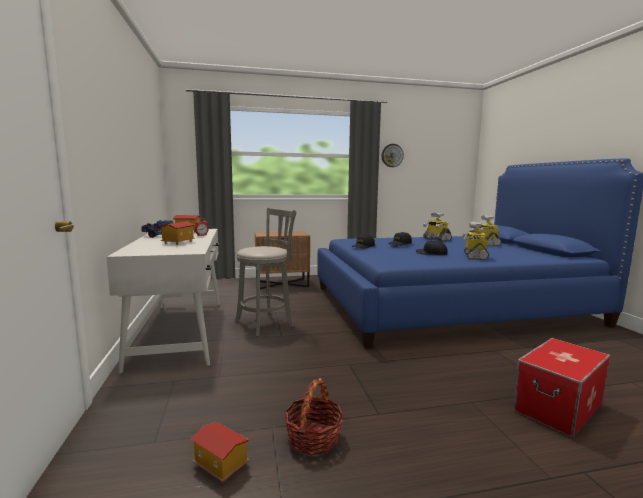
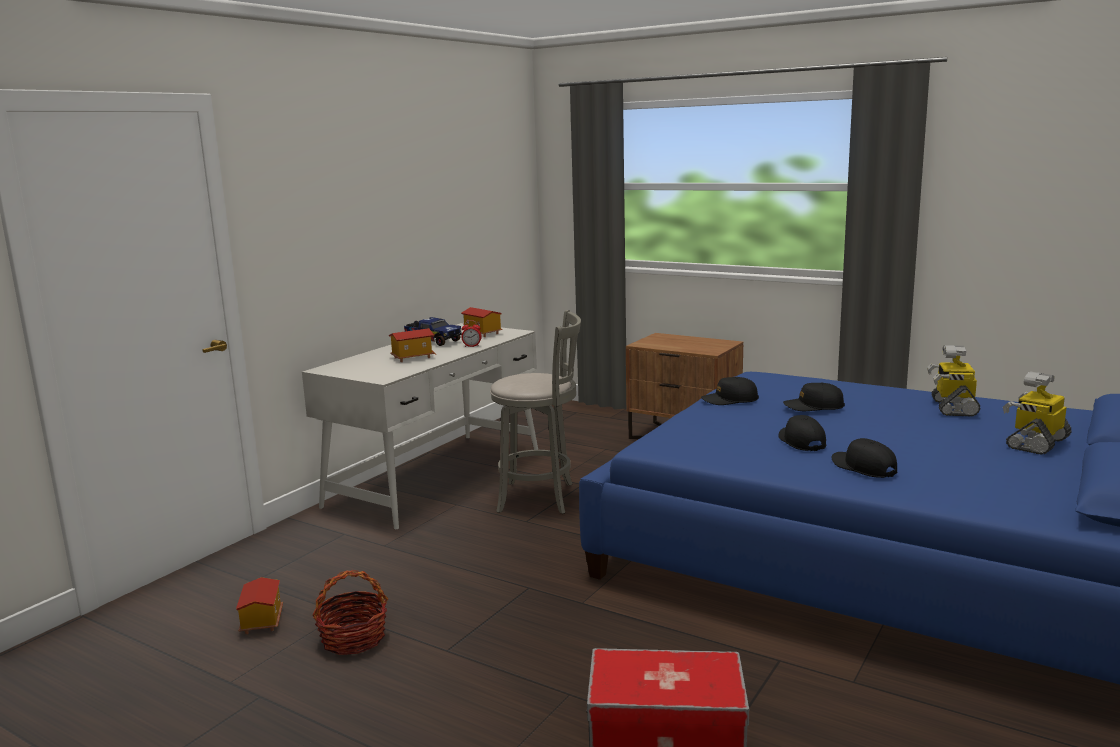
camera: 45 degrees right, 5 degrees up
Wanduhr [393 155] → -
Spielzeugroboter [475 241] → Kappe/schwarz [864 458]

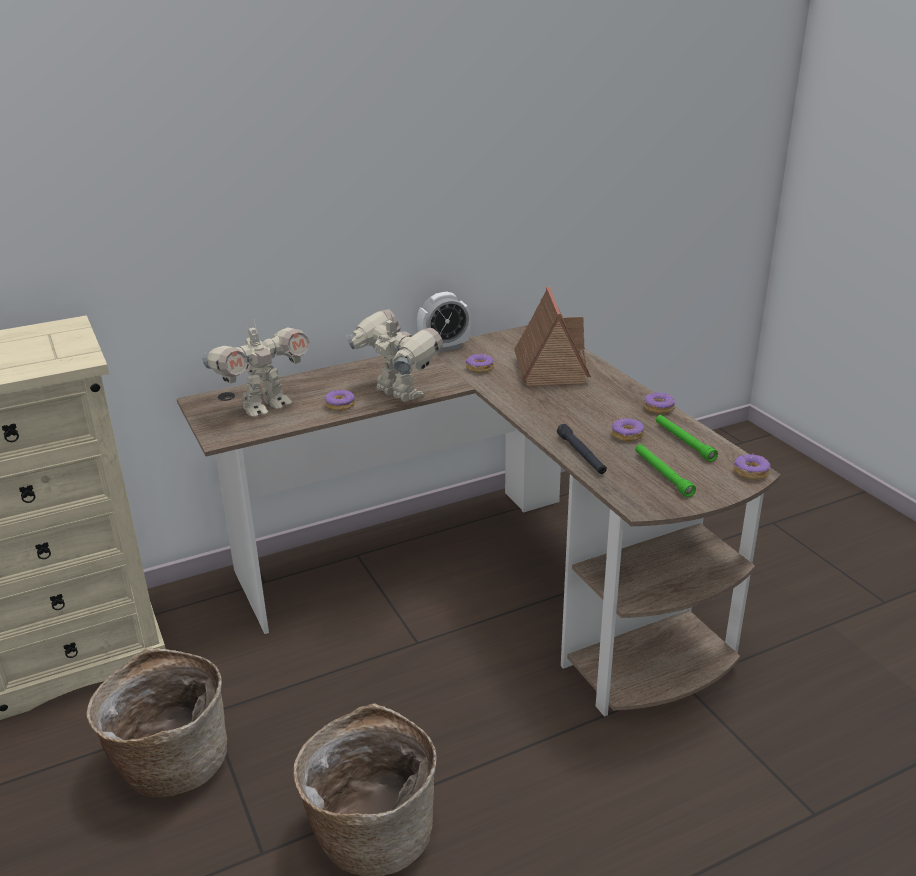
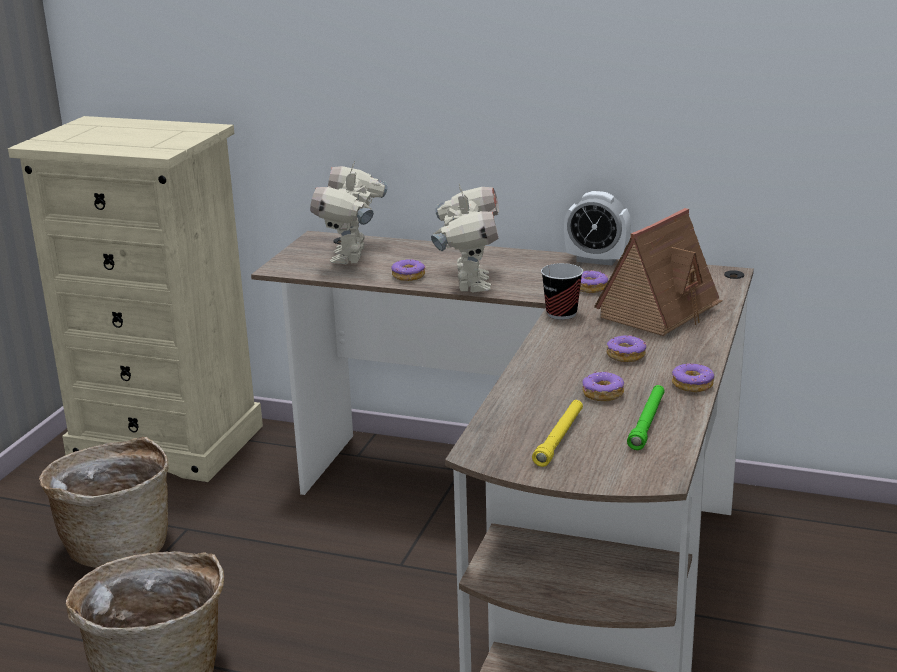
camera: 45 degrees right, 5 degrees down
Spielzeugroboter [256 368] → Spielzeugroboter [349 212], 90 degrees clockwise
Taschenlampe/schwarz [582 449] → -
Taschenlampe/grün [665 470] → Taschenlampe/gelb [557 433]
Donut [752 466] → Donut [626 348], move
- → Tasse [562 291]

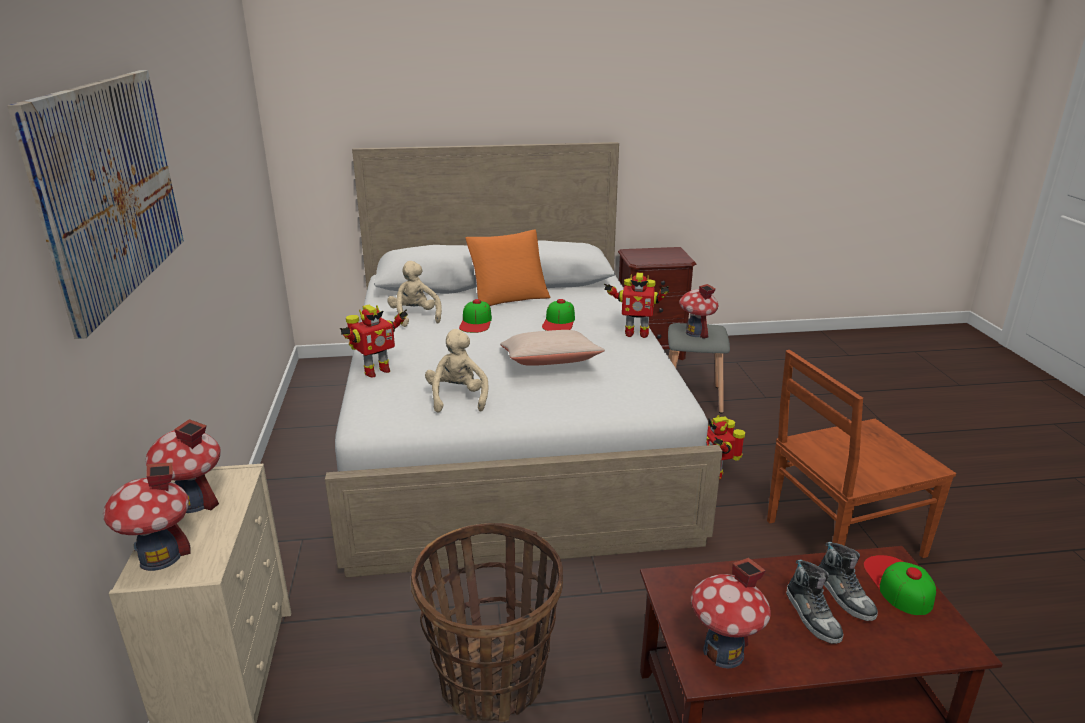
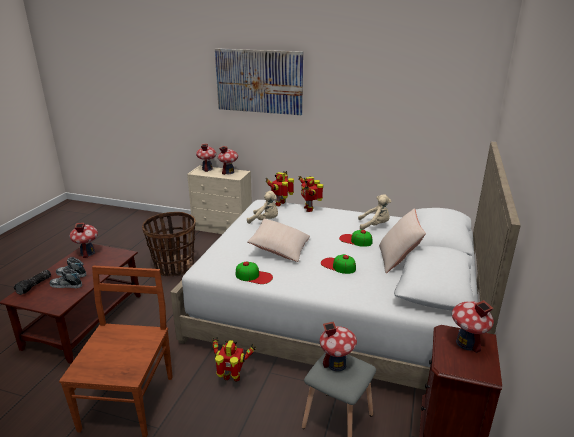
camera: 115 degrees right, 0 degrees up
Kissen/orange [508 268] → Kissen/beige [402 241]
Spielzeugroboter [636 305] → Spielzeugroboter [279 188], move
Kappe [900 585] → Kappe [254 273], move
- → Taschenlampe [32 282]
- → Spielzeughaus [473 326]

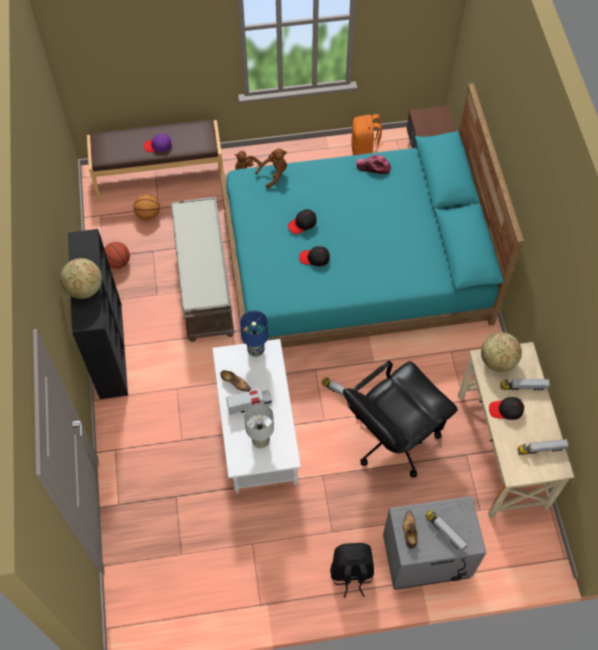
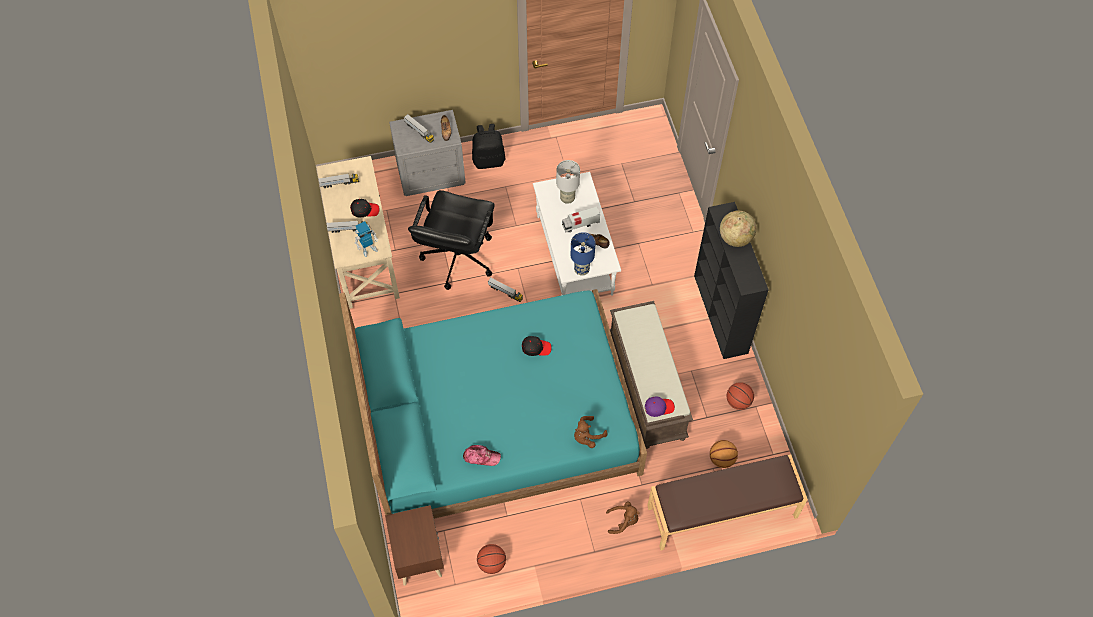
camera: 175 degrees right, 0 degrees up
Kappe/lila [158 143] → Kappe/lila [660 407], move
Kappe/schwarz [302 221] → -
Bürostuhl/schwarz [400 419] → Bürostuhl/schwarz [451 240], 150 degrees clockwise
Rucksack/orange [367 134] → Basketball [491 559]
Globus [501 352] → Spielzeugroboter [366 239]

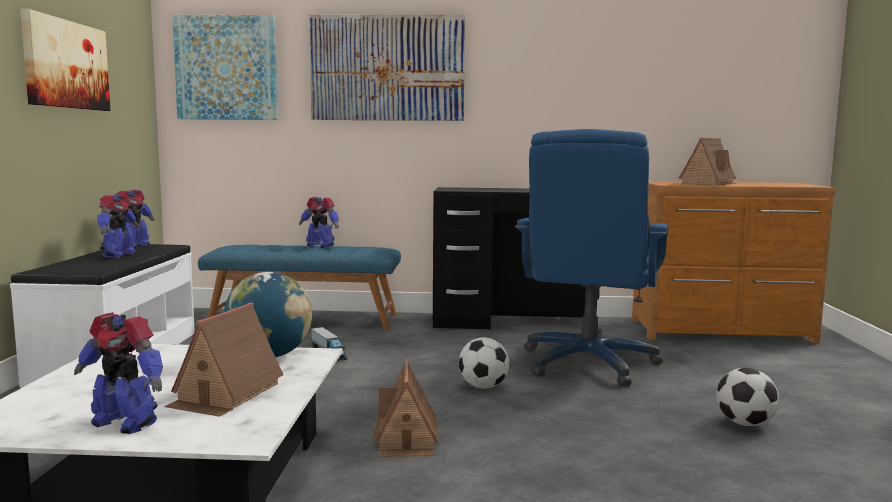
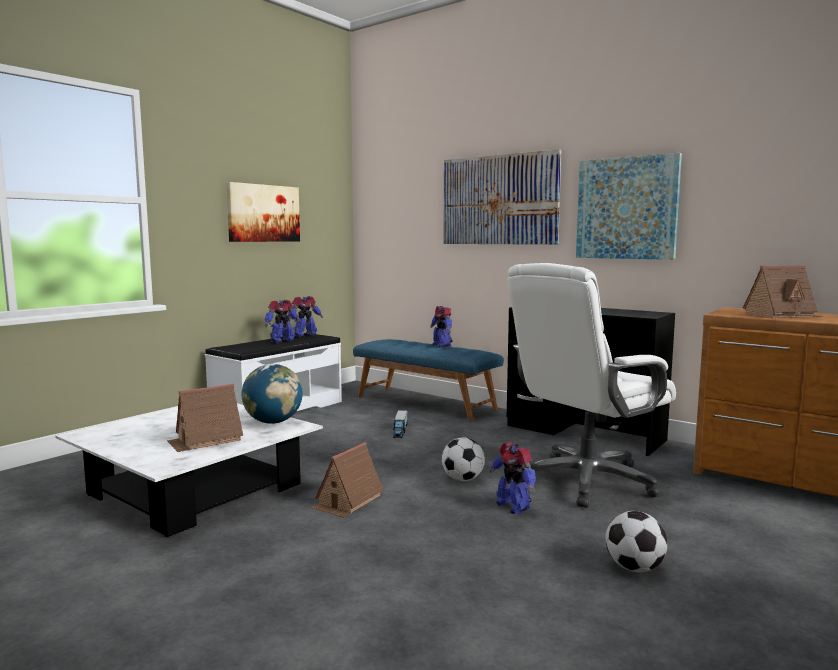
camera: 35 degrees right, 0 degrees up
Spielzeugroboter [118 373] → Spielzeugroboter [513 478], move
Bild [225 67] → Bild [629 206], move
Bürostuhl/blau [591 257] → Bürostuhl/weiß [592 385]

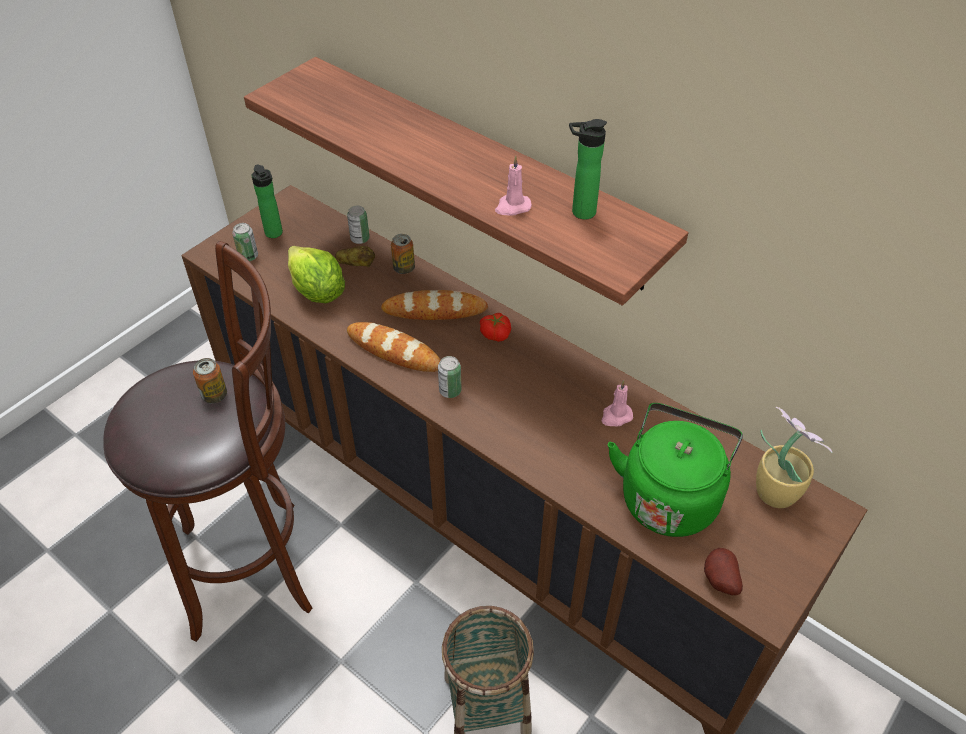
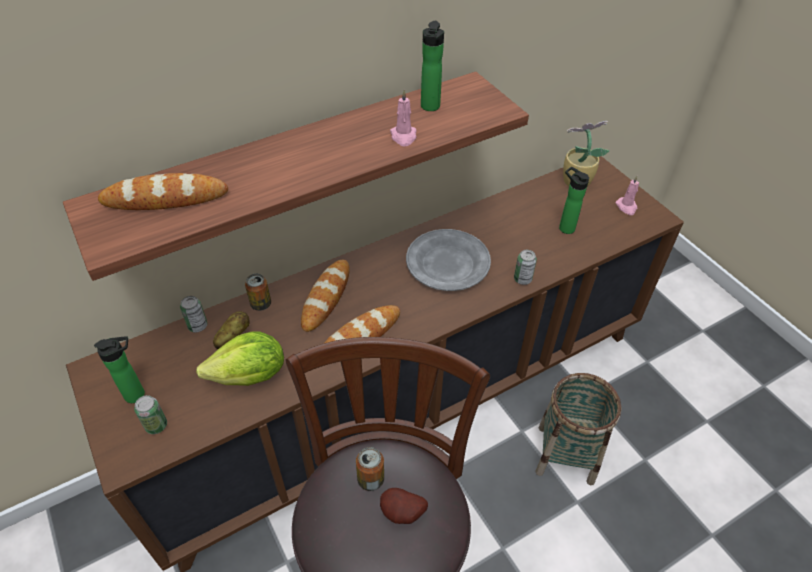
camera: 70 degrees left, 0 degrees up
Dose [449 377] → Dose [525 267], move
Tomate [495 327] → -
Kerze/rosa [617 403] → Kerze/rosa [627 195], move
Wasserkessel/grün [675 470] → Flasche [574 200]
Kartoffel [723 571] → Kartoffel [404 506], move
- → Brot [163 191]
- → Teller/grau [448 260]

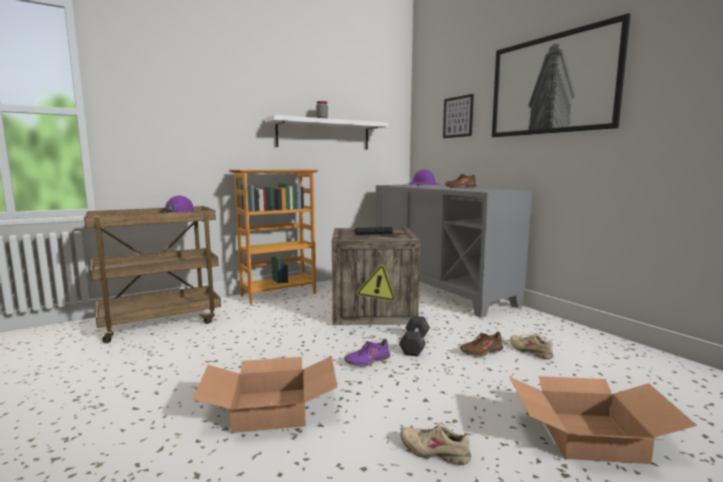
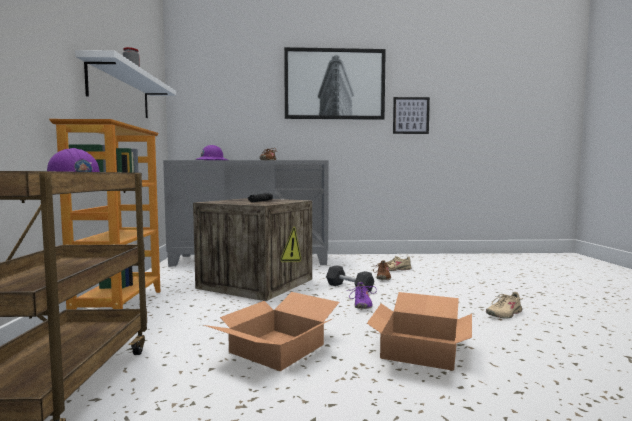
camera: 60 degrees left, 5 degrees down
Bild [458 116] → Bild [411 115], move
Karton [603 420] → Karton [271 331], move

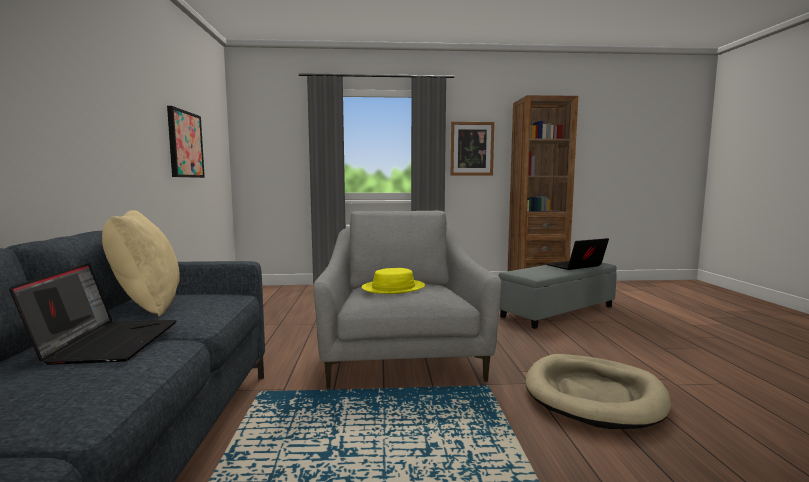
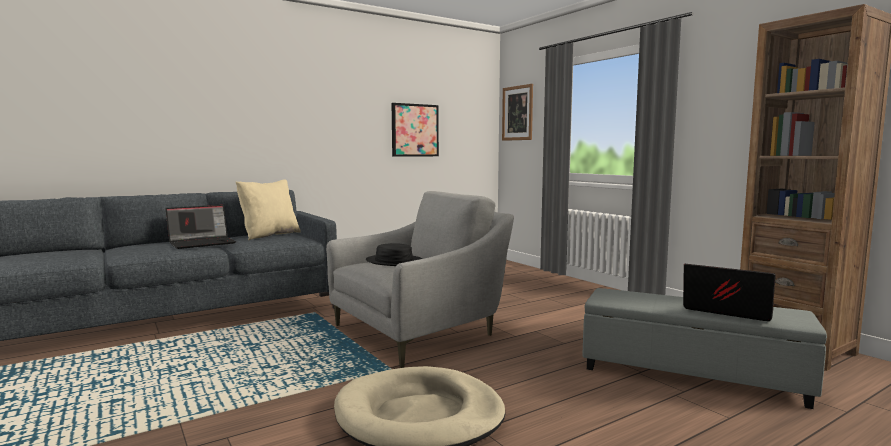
camera: 60 degrees right, 0 degrees up
Hut/gelb [393 281] → Hut/schwarz [394 254]
Bild [472 148] → Bild [517 112], move

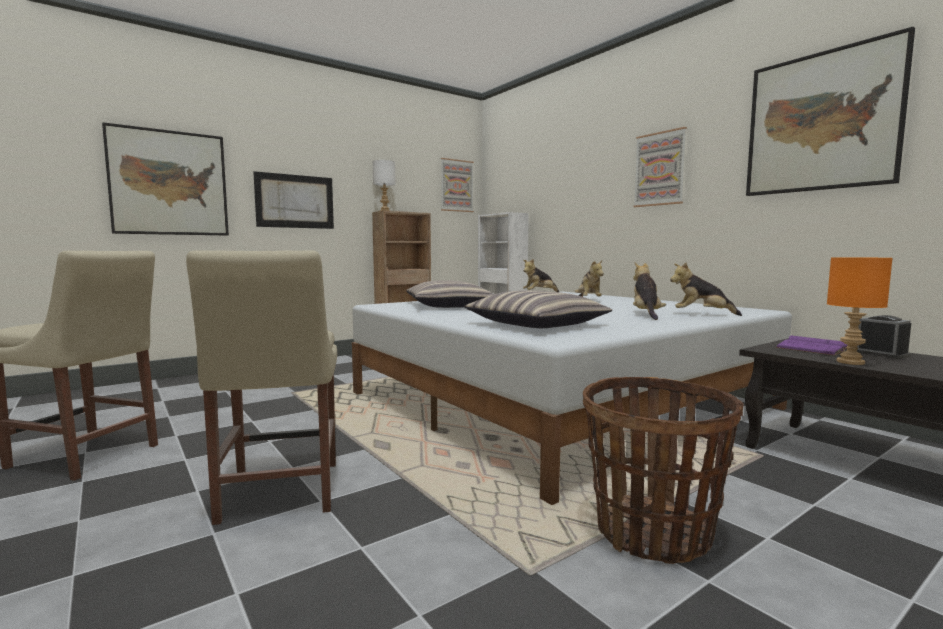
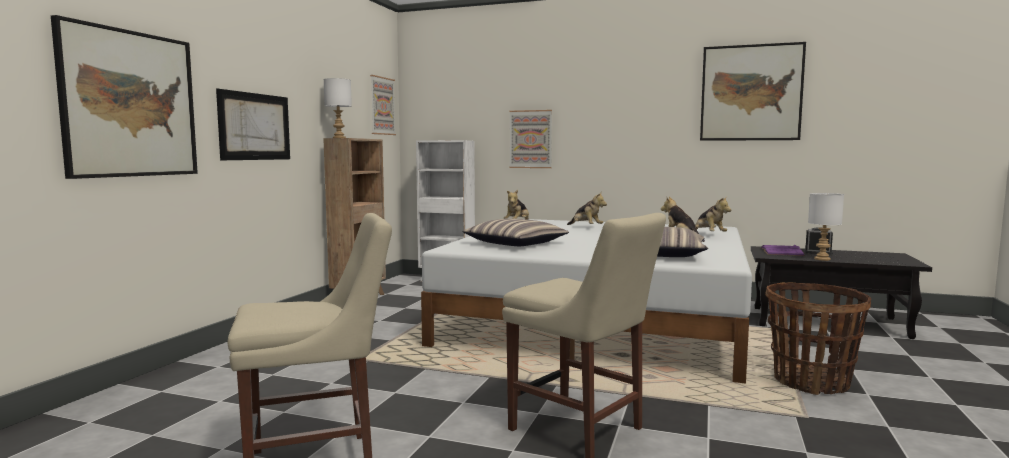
camera: 35 degrees left, 0 degrees up
Bild [660 167] → Bild [530 139], move
Plüschtier [706 289] → Plüschtier [713 214], 90 degrees counterclockwise
Tischlampe/orange [859 311] → Tischlampe/weiß [826 227]

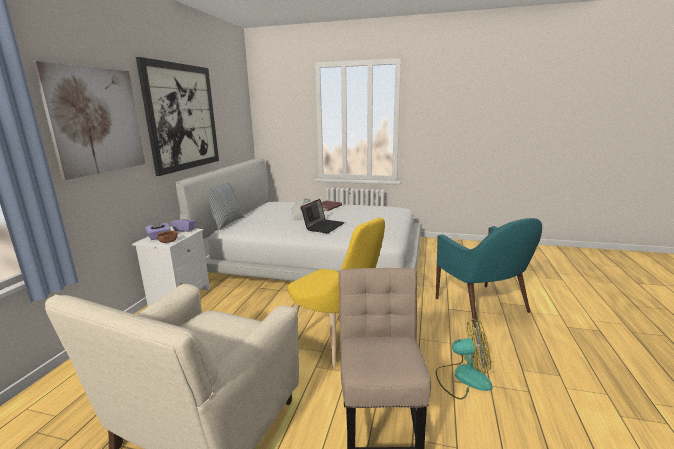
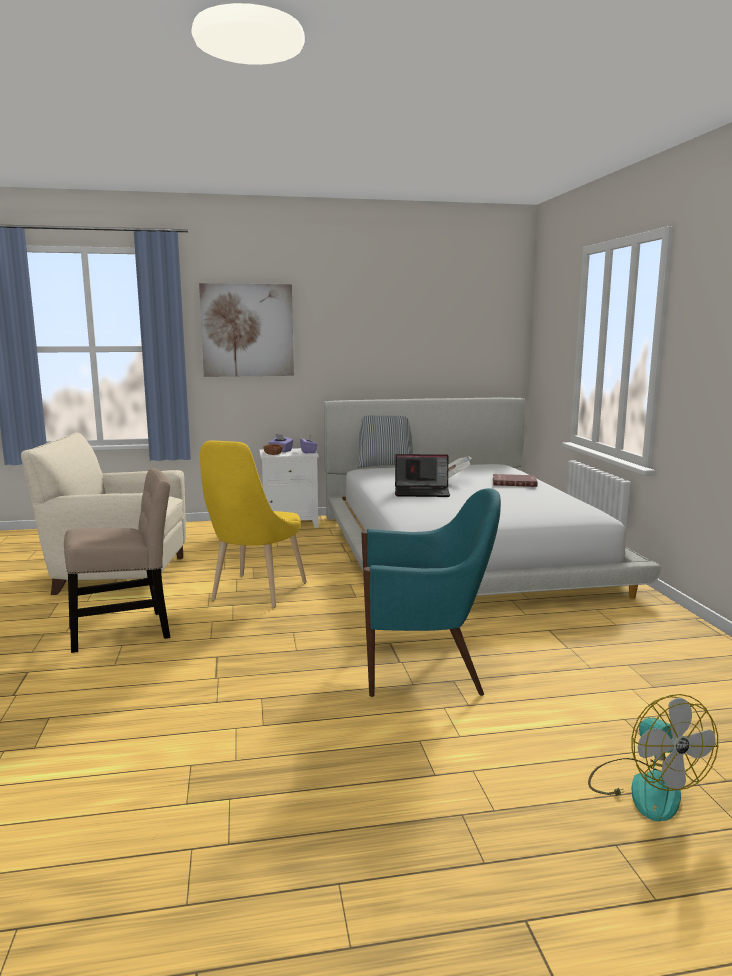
camera: 65 degrees right, 5 degrees down
Bild [177 116] → -
Sessel/türkis [489 273] → Sessel/türkis [431 592], 135 degrees counterclockwise
Ventilator [464 359] → Ventilator [653 758], move

